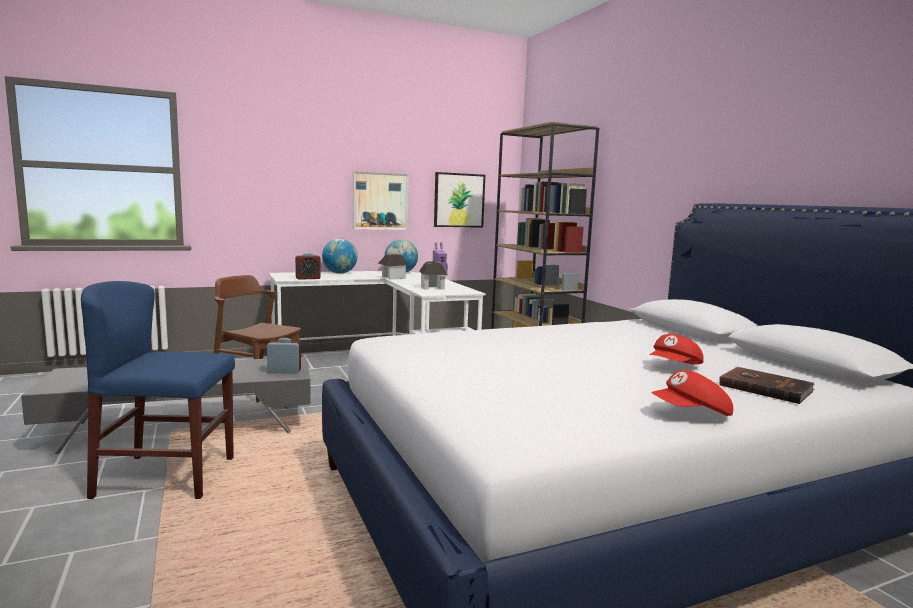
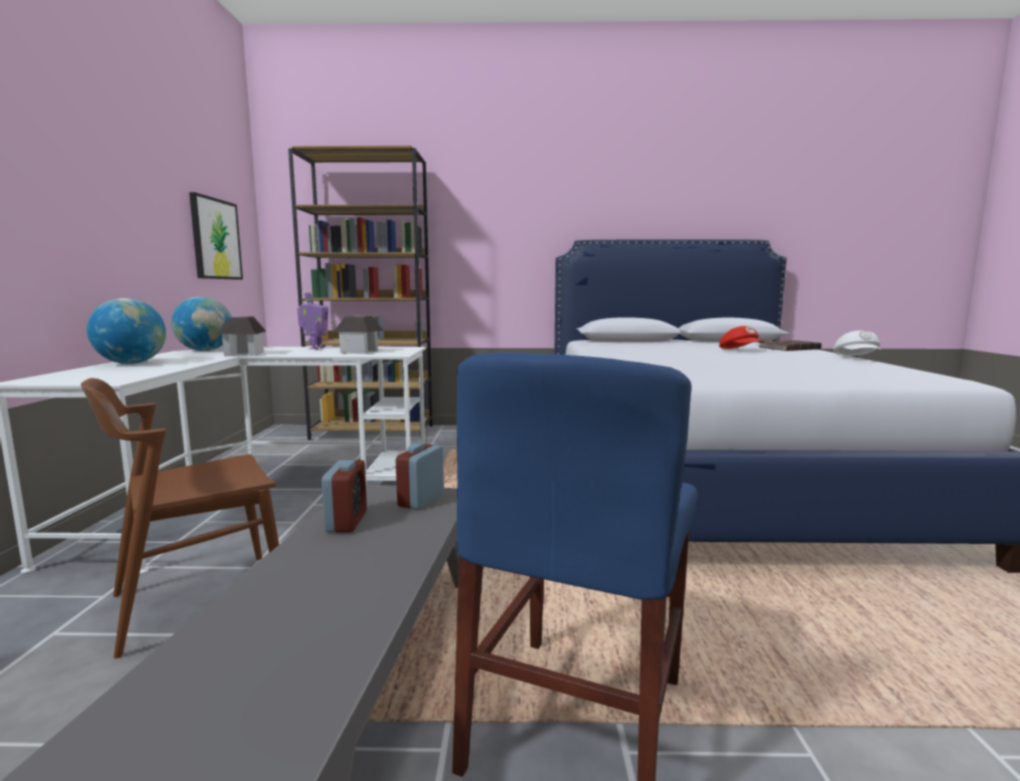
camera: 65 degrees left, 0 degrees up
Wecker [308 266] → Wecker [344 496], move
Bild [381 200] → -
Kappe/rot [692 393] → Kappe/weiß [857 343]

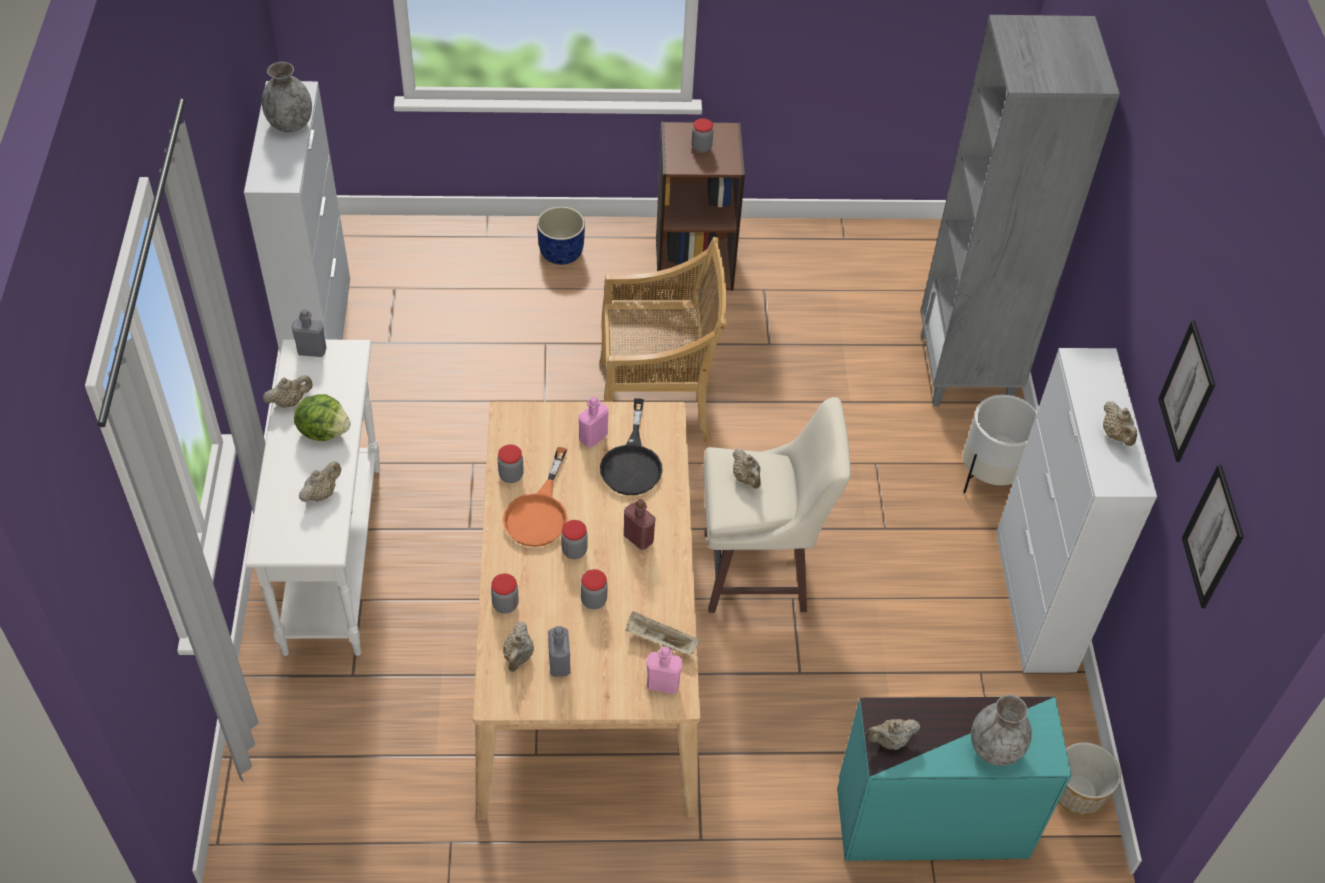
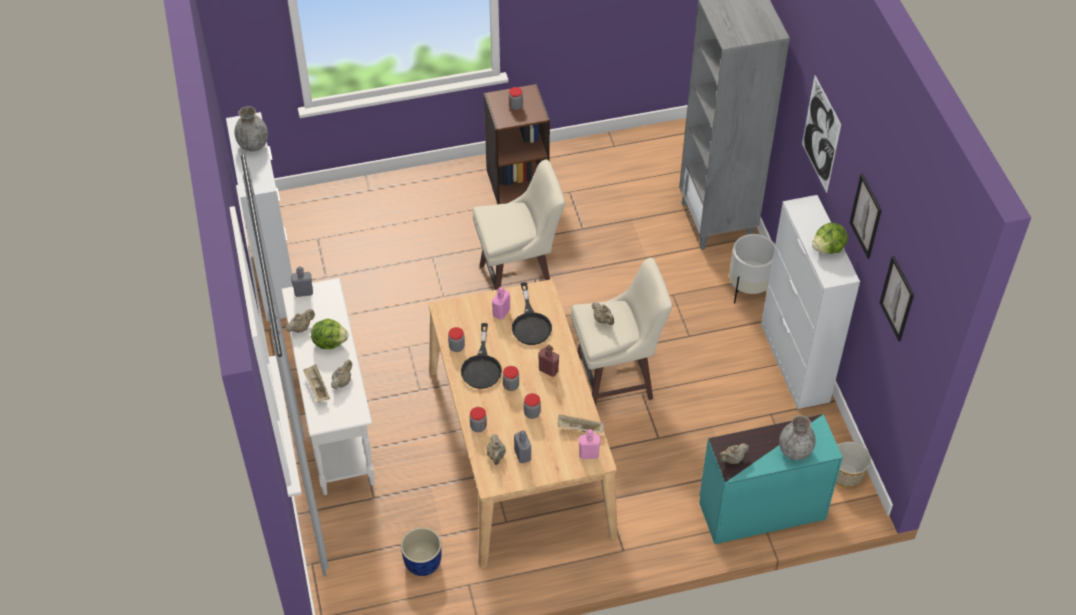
camera: 10 degrees left, 0 degrees up
Pfanne/orange [535 497] → Pfanne/schwarz [481 356]
Pflanzkübel/blau [561 236] → Pflanzkübel/blau [421 552], move
Stuhl/beige [663 340] → Hocker/beige [519 224]
Teekanne/beige [1120 423] → Salatkopf [830 238]
- → Tablett/beige [316 383]
- → Bild [821 134]

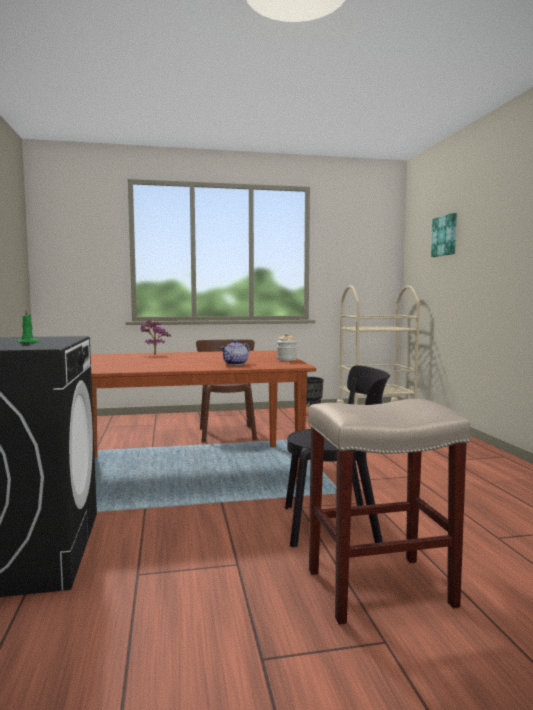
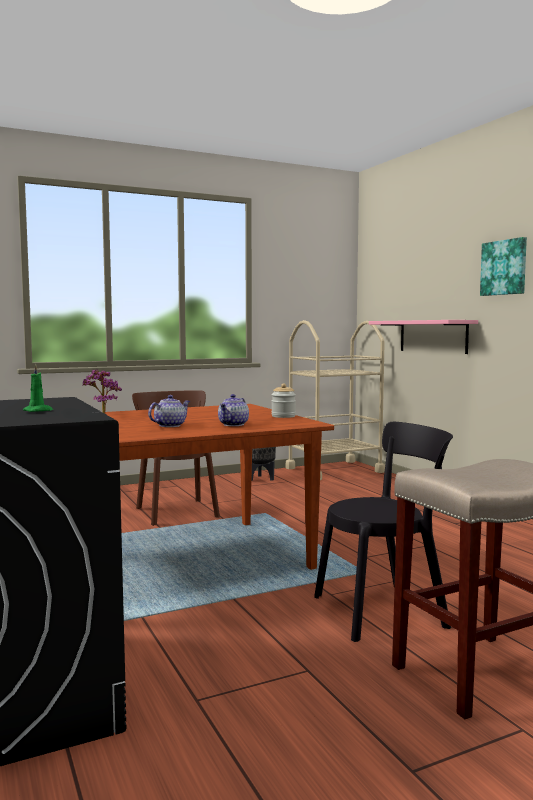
camera: 15 degrees left, 0 degrees up
Bild [444 235] → Bild [503 266], move
- → Teekanne [169 411]
- → Wandregal/rosa [423 337]

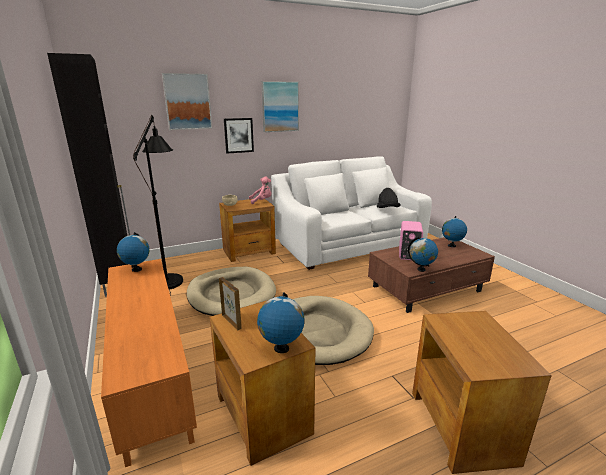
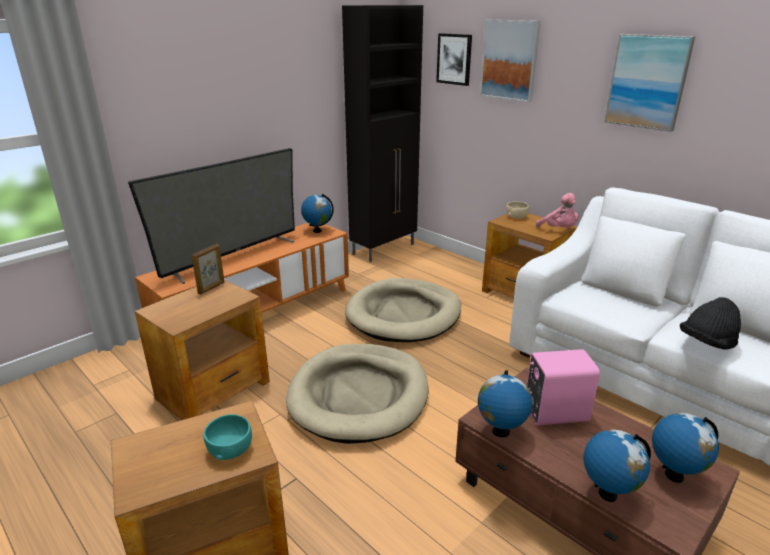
camera: 70 degrees right, 5 degrees up
Stehlampe/schwarz [158 205] → -
Bild [239 136] → Bild [454 59], move
Globus [280 322] → Globus [617 465], move
- → Fernseher [211 216]
- → Schüssel/türkis [227 437]

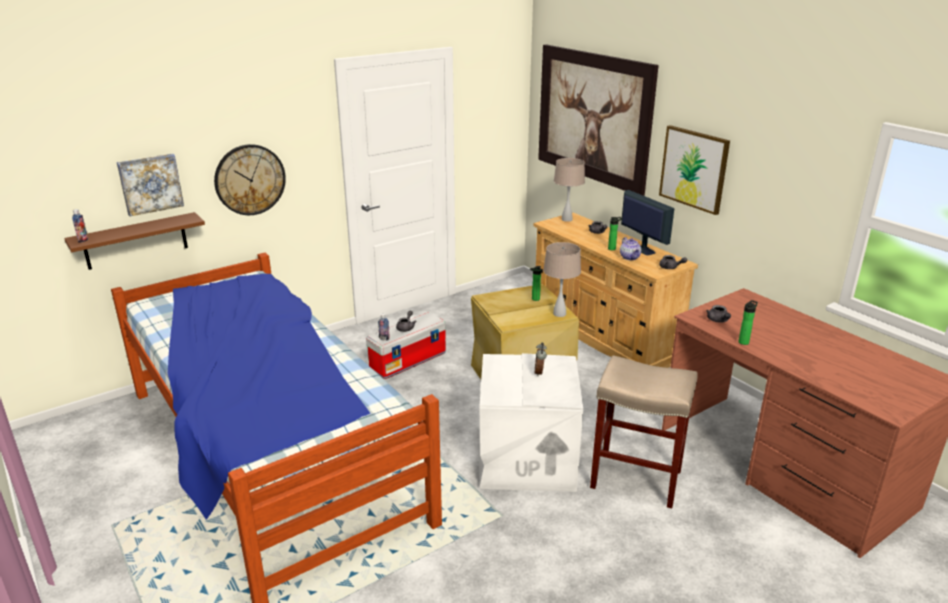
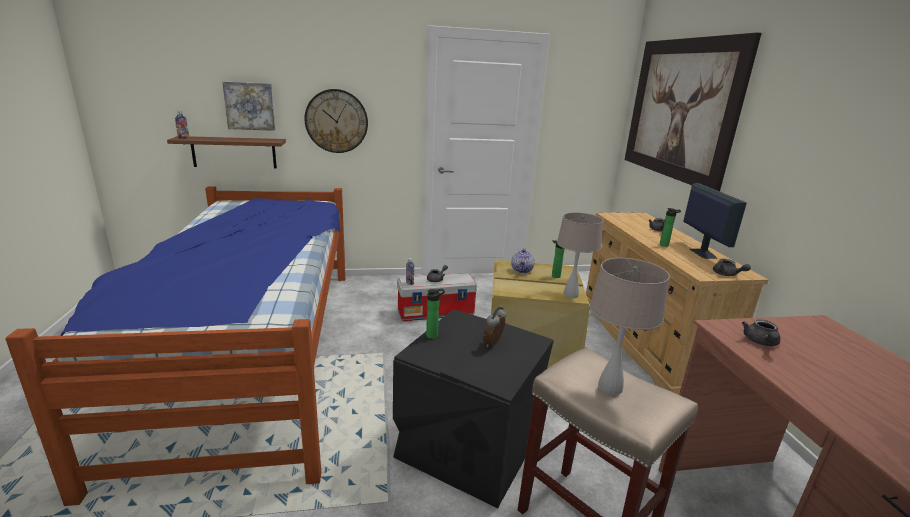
camera: 25 degrees right, 5 degrees down
Aufbewahrungsbox/weiß [531 422] → Aufbewahrungsbox/schwarz [473 408]
Tischlampe/beige [569 190] → Tischlampe/beige [630 326], move
Teekanne [630 248] → Teekanne [522 260], move
Bild [694 170] → -
Flasche [748 322] → Flasche [435 314], move

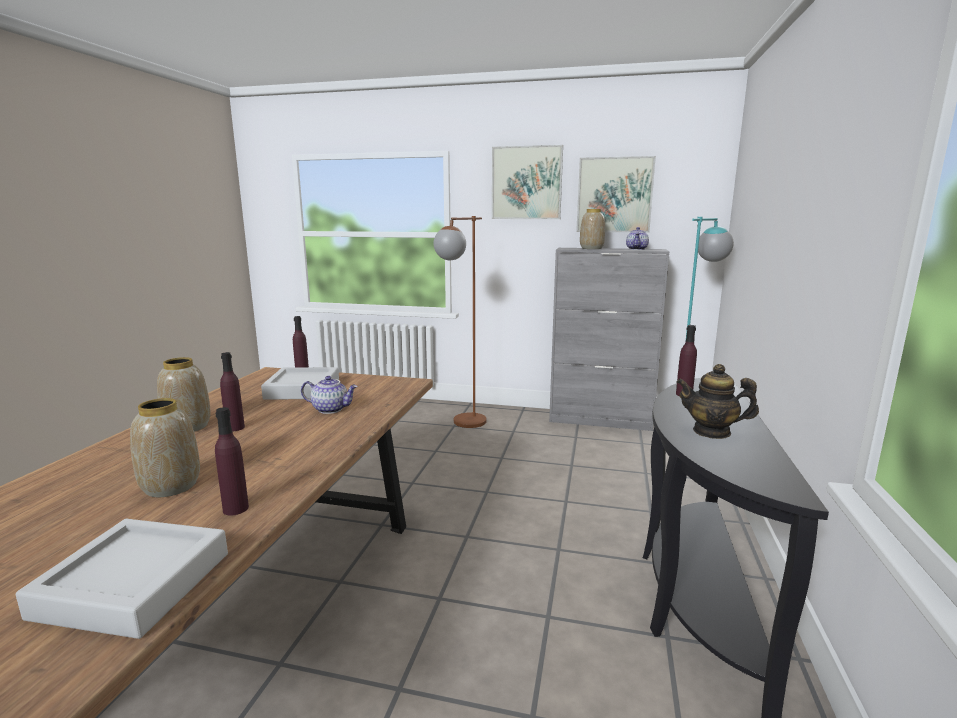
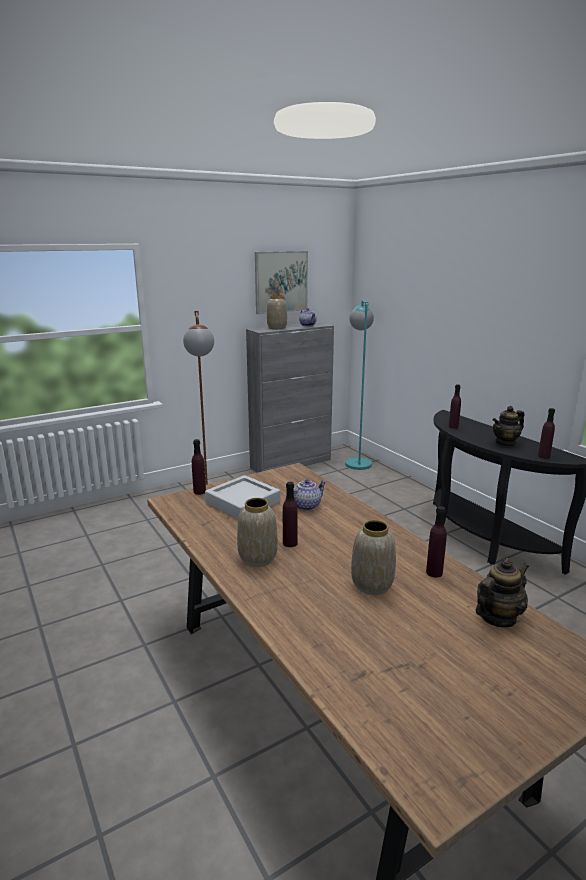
camera: 45 degrees left, 5 degrees up
Tablett/grau [122 579] → Teekanne [502 592]
Bild [527 182] → -
- → Flasche/lila [546 433]

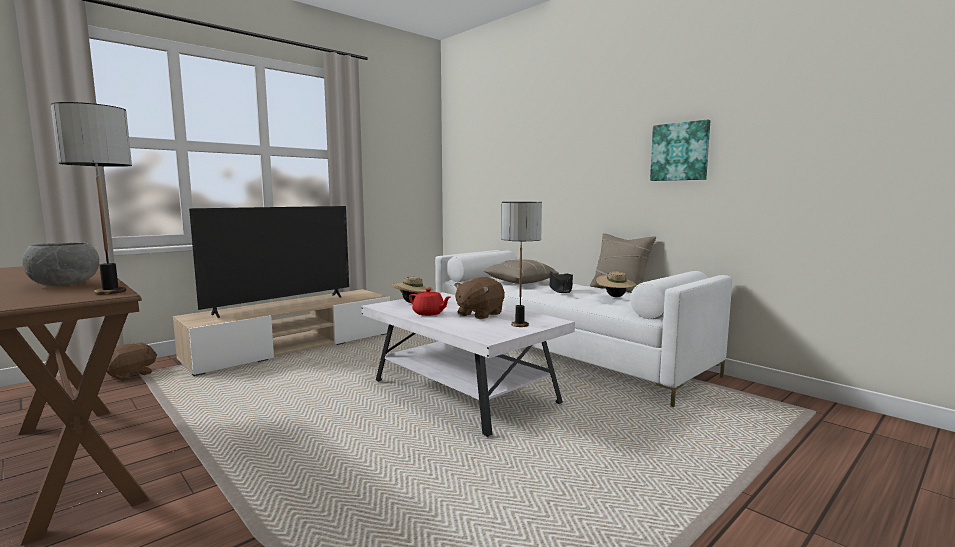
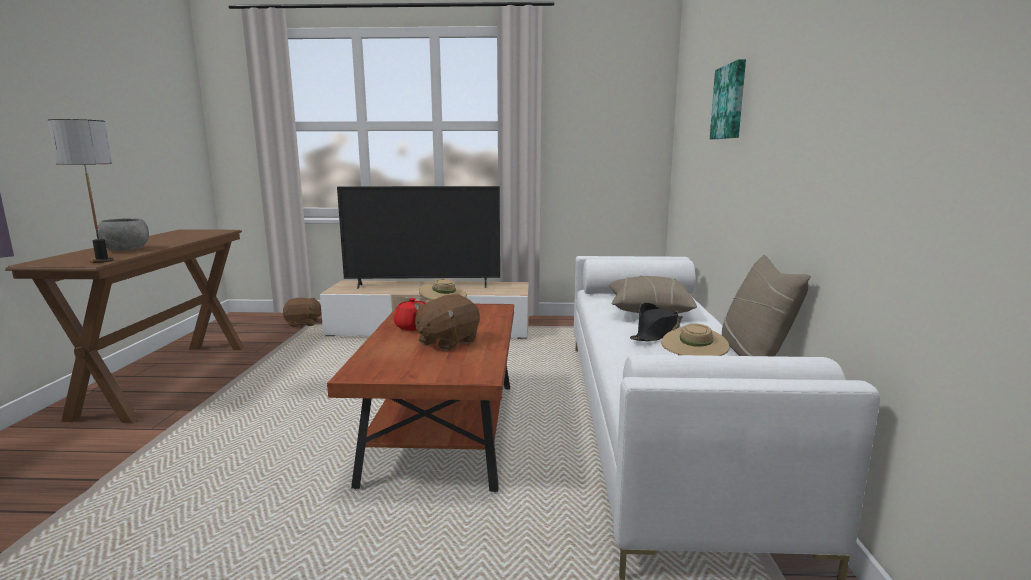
camera: 45 degrees right, 5 degrees up
Couchtisch/weiß [468 365] → Couchtisch/braun [420 398]
Plüschtier/braun [479 298] → Plüschtier/braun [447 322], 45 degrees counterclockwise
Tischlampe [521 264] → -
Bild [680 150] → Bild [728 99], move

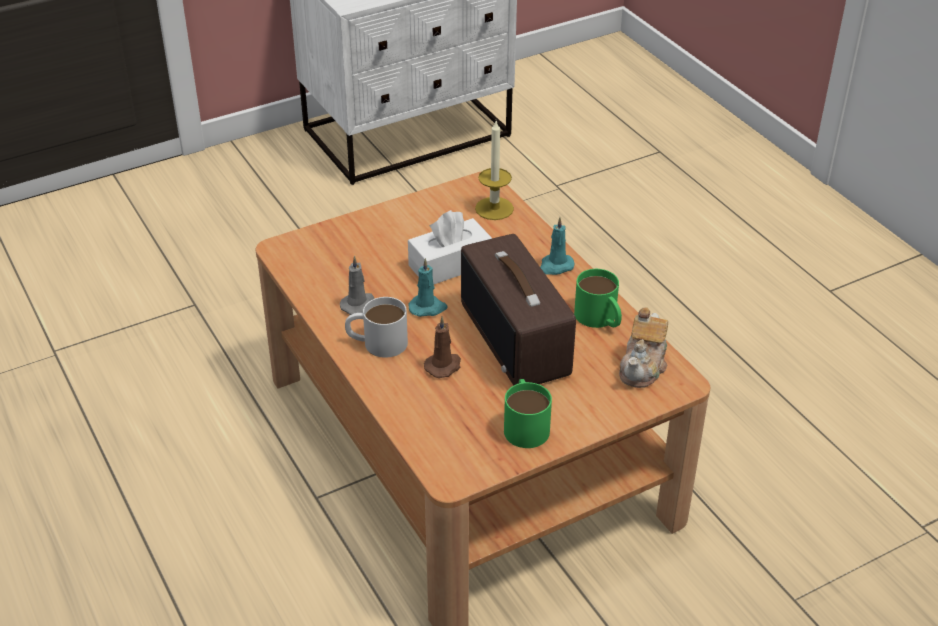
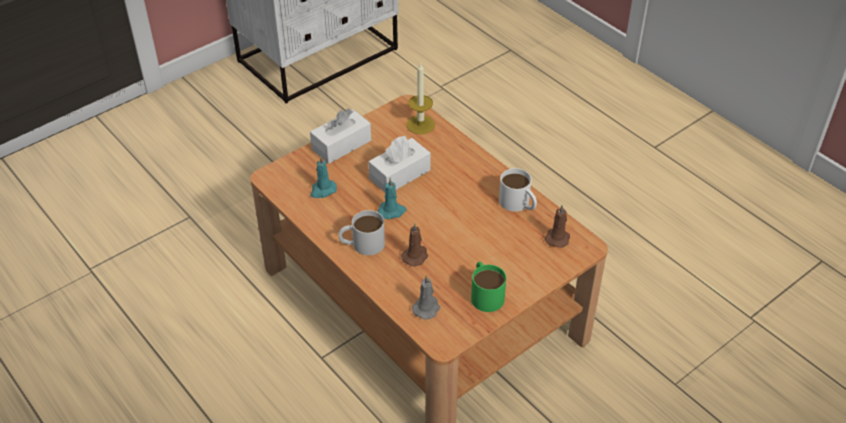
camera: 10 degrees left, 5 degrees up
Kerze/grau [357 285] → Kerze/grau [426 297], move
Radio [518 309] → -
Kerze/türkis [557 246] → Kerze/türkis [323 177], move
Henkelbecher/grün [598 298] → Henkelbecher/weiß [518 190]
Teekanne [643 347] → Kerze/braun [557 226]
- → Taschentuchbox/weiß [340 136]

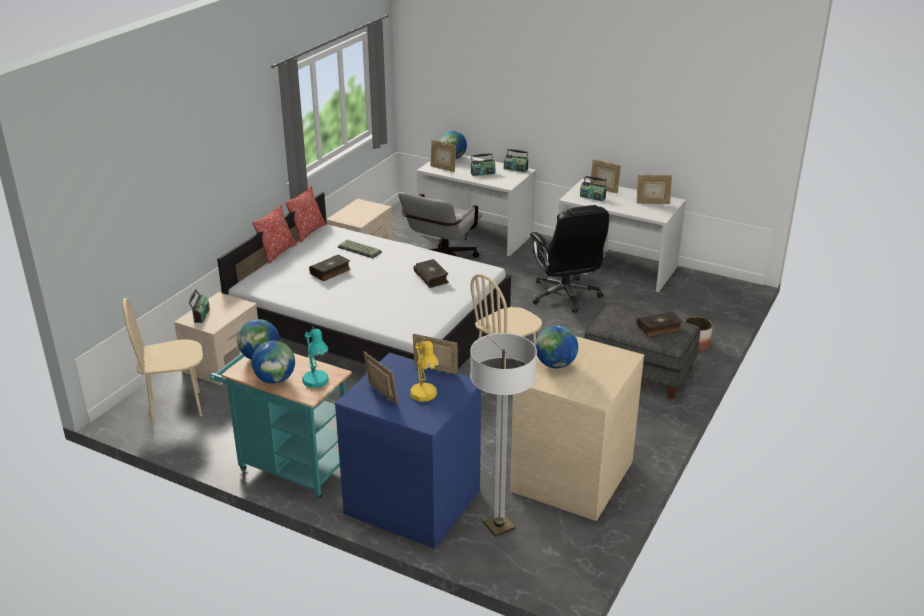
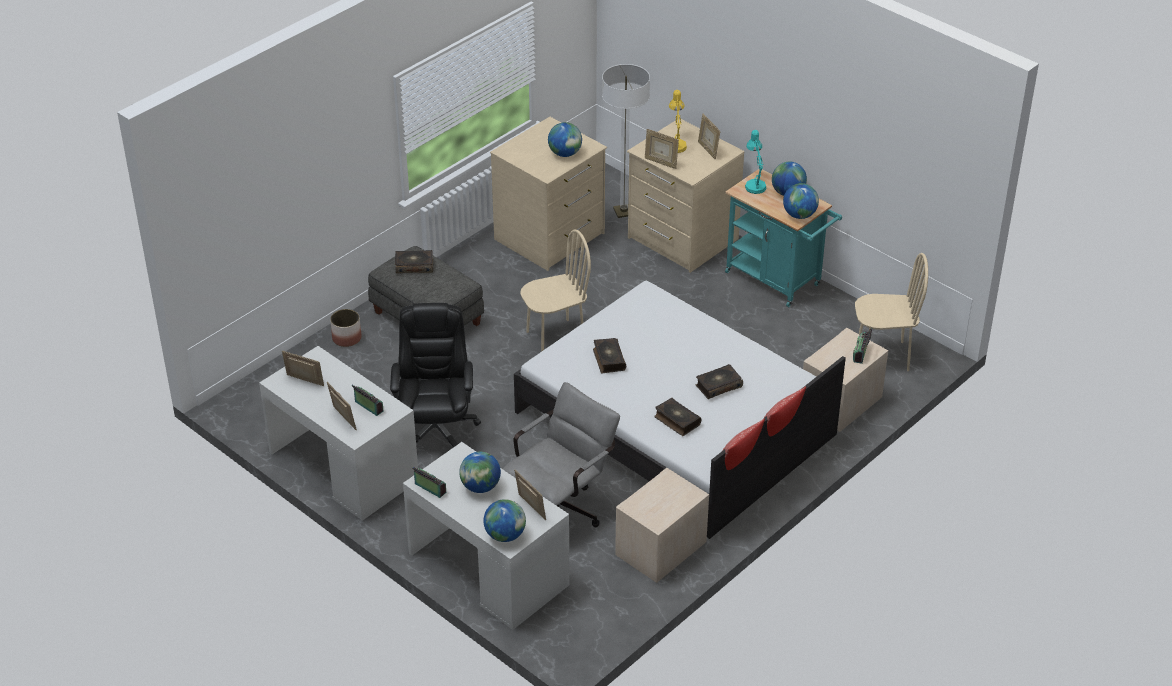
camera: 165 degrees left, 10 degrees up
Kommode/blau [408 451] → Kommode/beige [686 196]
Tastatur [360 249] → Buch [677 417]
Radio [483 165] → Globus [480 472]

